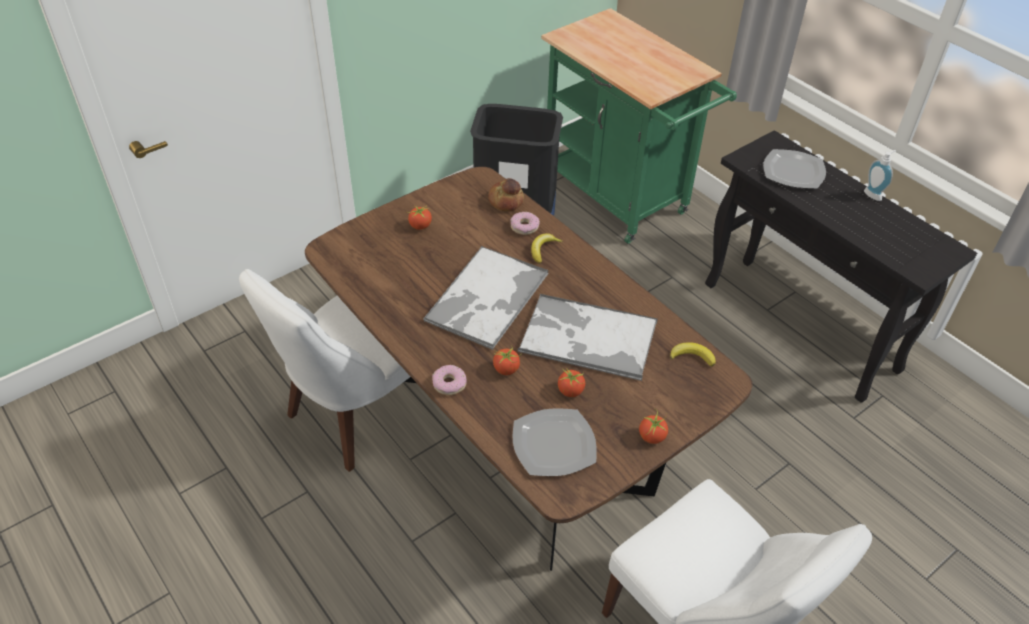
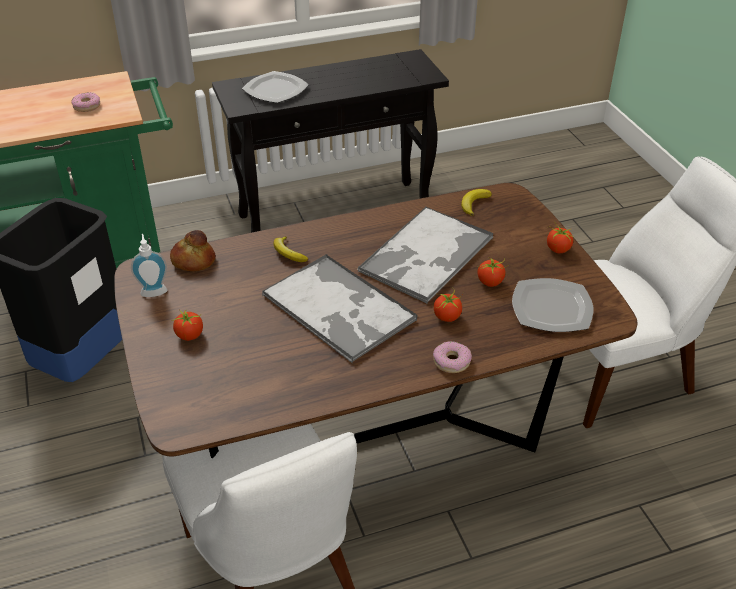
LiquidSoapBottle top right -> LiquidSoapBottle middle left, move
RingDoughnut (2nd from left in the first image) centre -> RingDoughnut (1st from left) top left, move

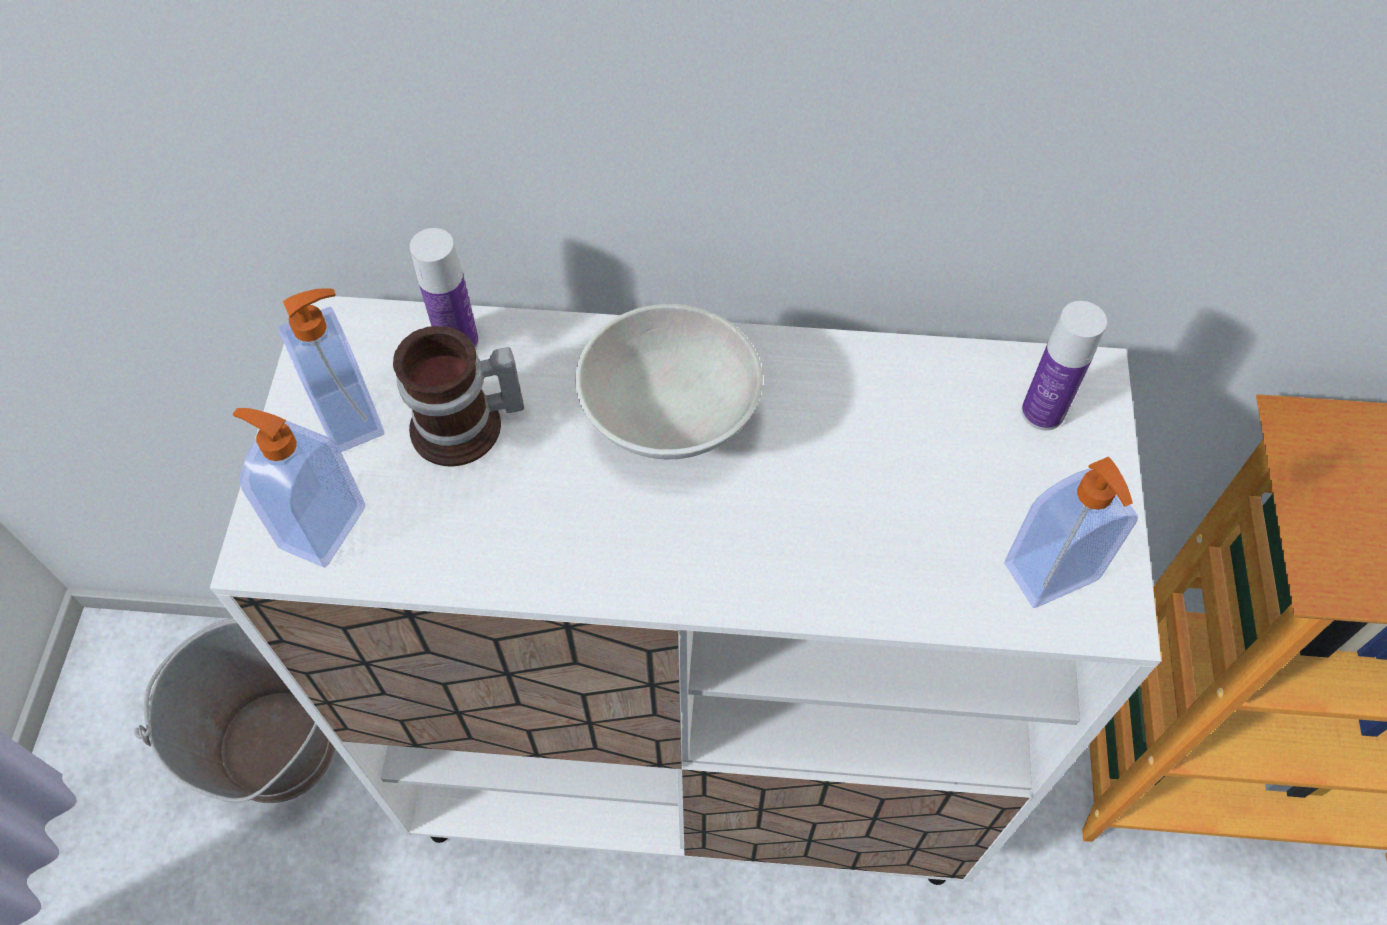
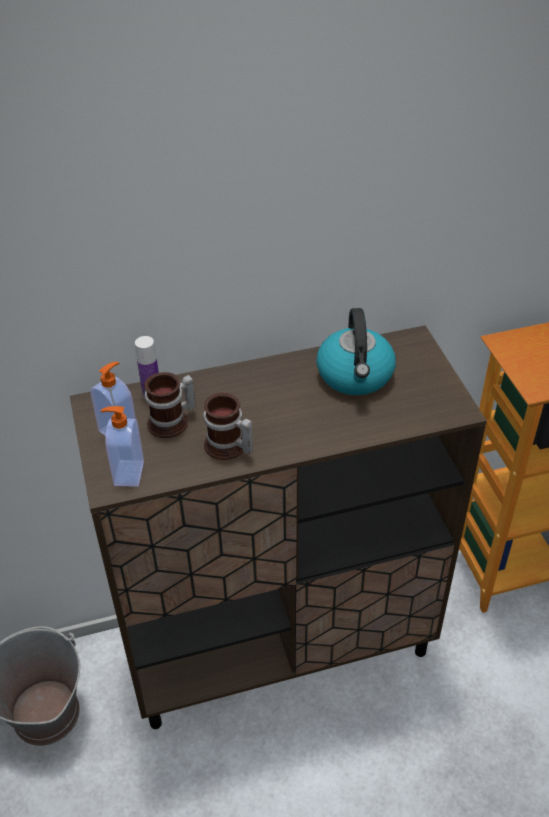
WhiteCabinet centre -> BrownCabinet centre
DrinkBottle (2nd from left) middle right -> none
WhiteDeepDish centre -> none
LiquidSoapBottle (3rd from left) middle right -> none
none -> TeaKettle centre
none -> TeaMug (2nd from left) centre

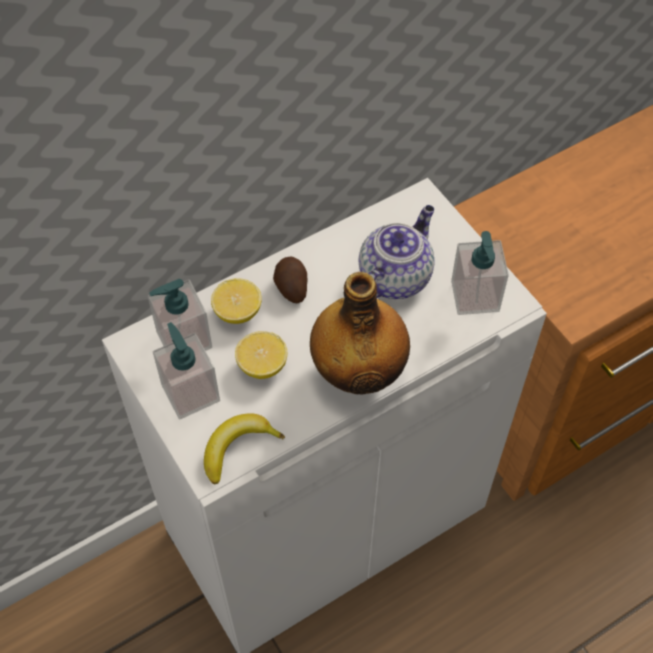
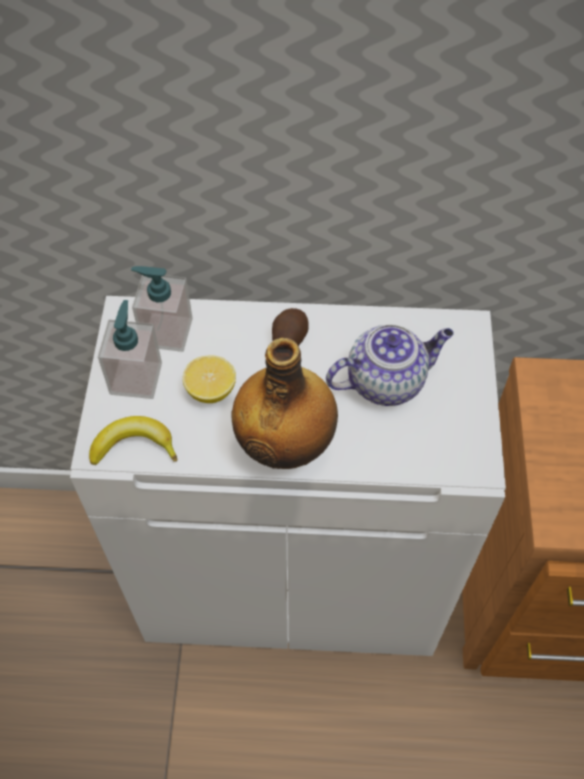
LiquidSoapBottle (3rd from left) middle right -> none
CitrusFruit (1st from left) centre -> none

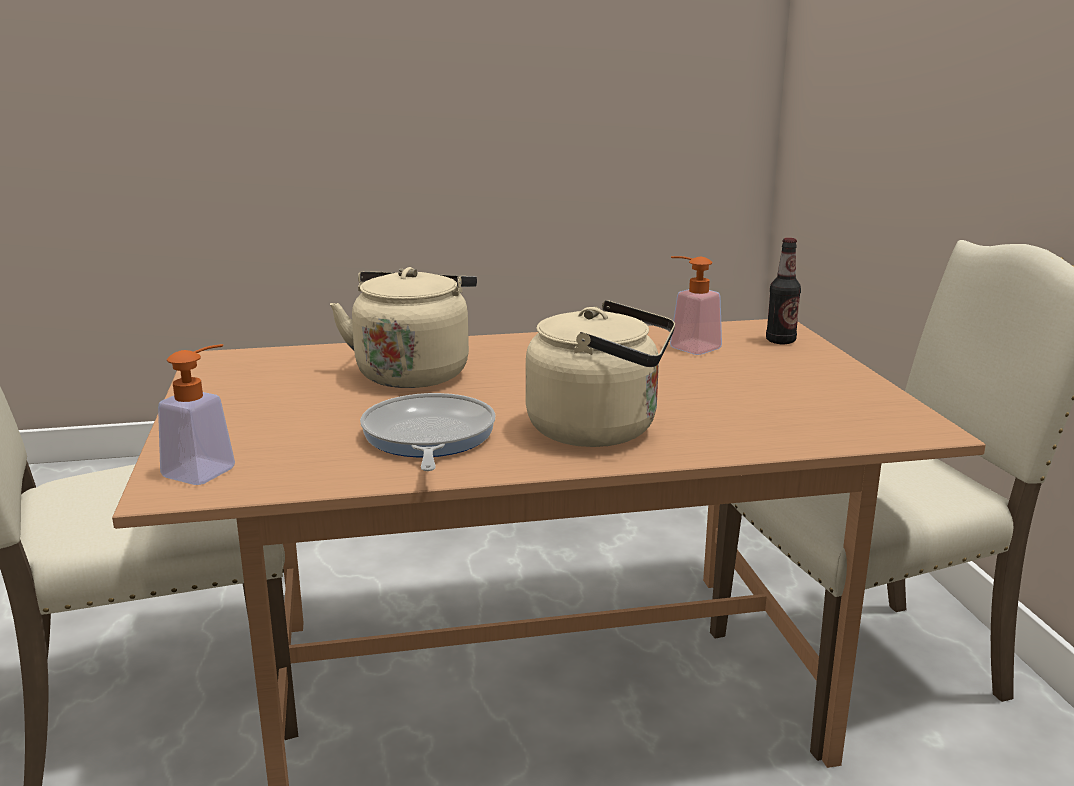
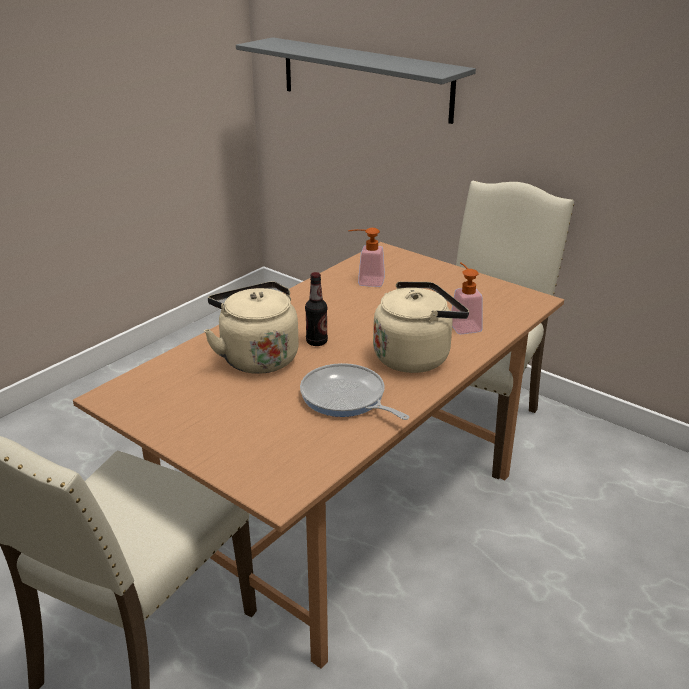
DrinkBottle middle right -> DrinkBottle centre, move
LiquidSoapBottle (1st from left in the first image) middle left -> LiquidSoapBottle (2nd from left) middle right, move
none -> GreyShelf top centre

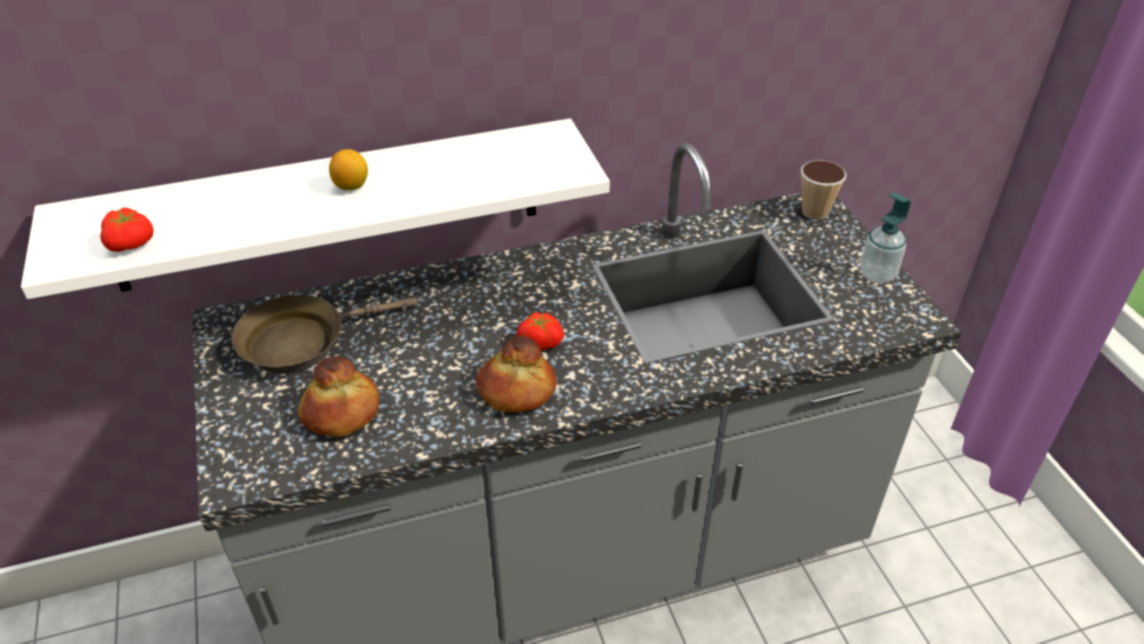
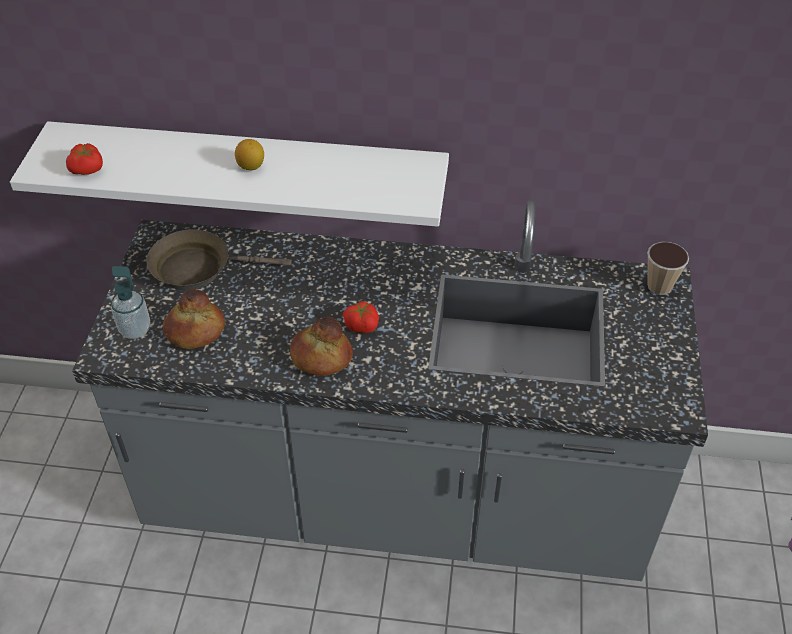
LiquidSoapBottle middle right -> LiquidSoapBottle middle left, move

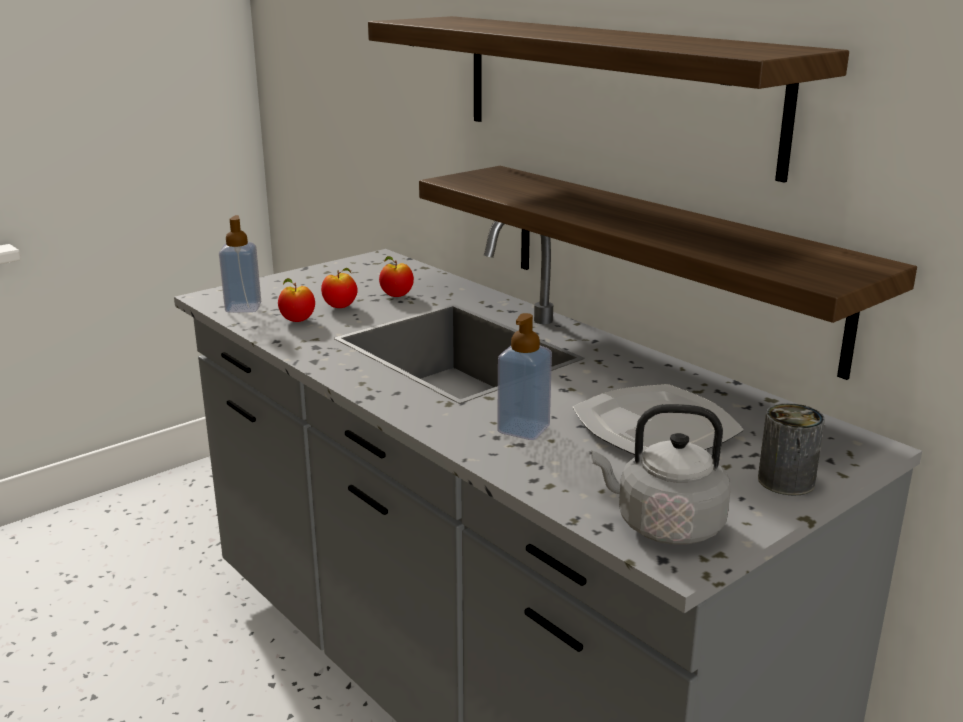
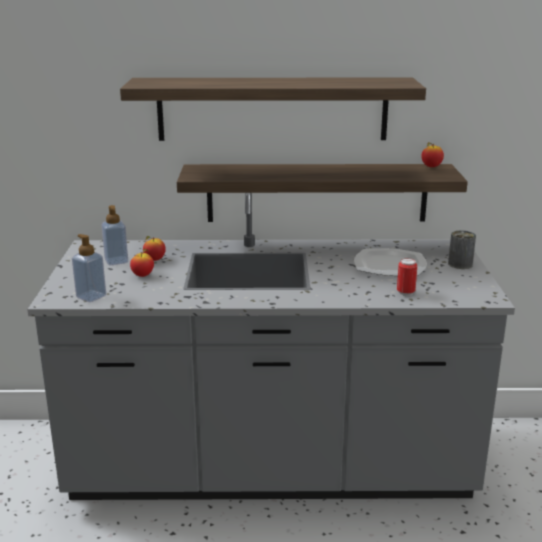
WholeApple (1st from left in the first image) middle left -> WholeApple (3rd from left) top right, move
LiquidSoapBottle (2nd from left) centre -> LiquidSoapBottle (2nd from left) middle left, move
GreyTeaKettle middle right -> none
none -> Can (1st from left) middle right

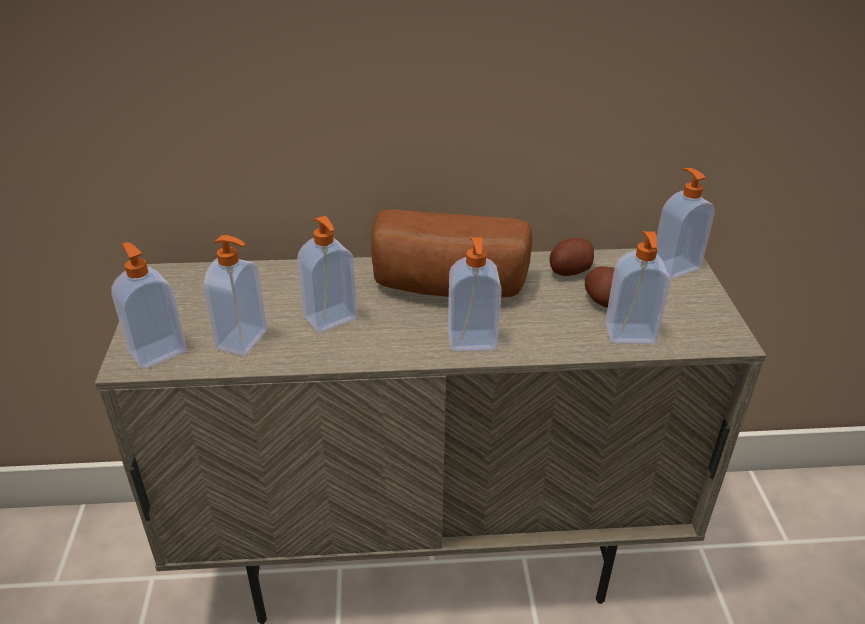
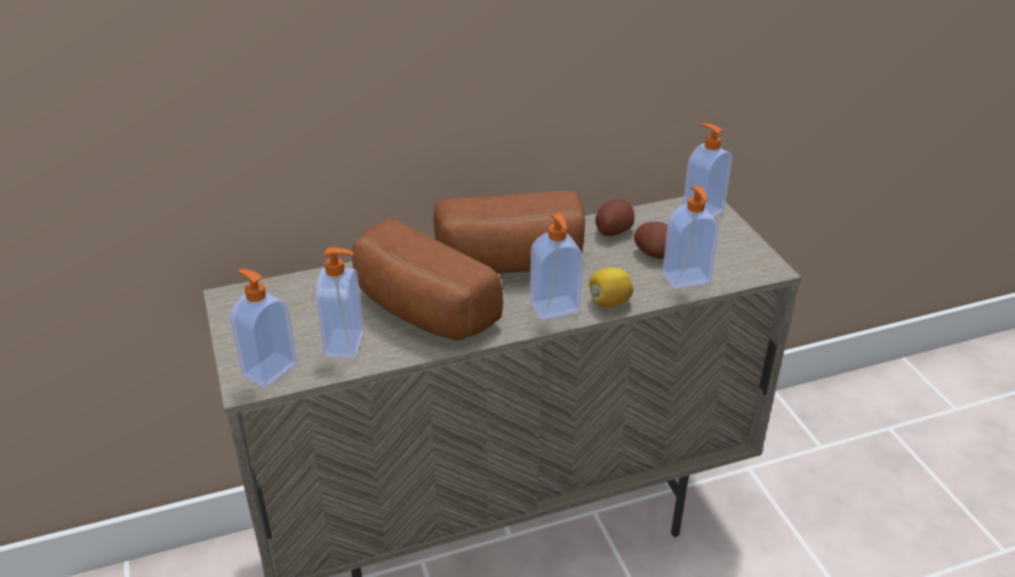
LiquidSoapBottle (3rd from left) centre -> BakeryBread (1st from left) centre
none -> CitrusFruit centre

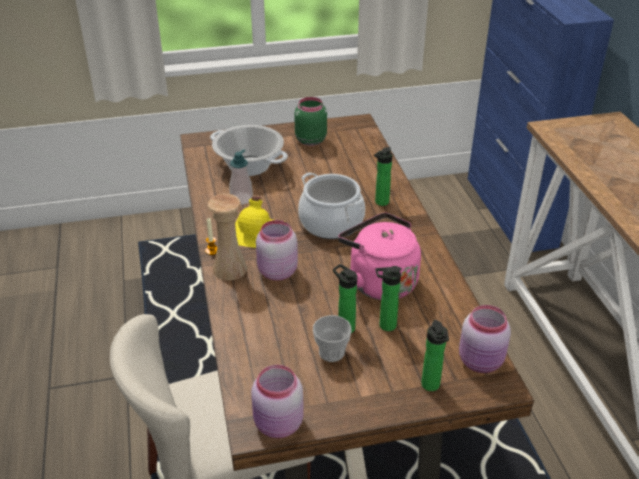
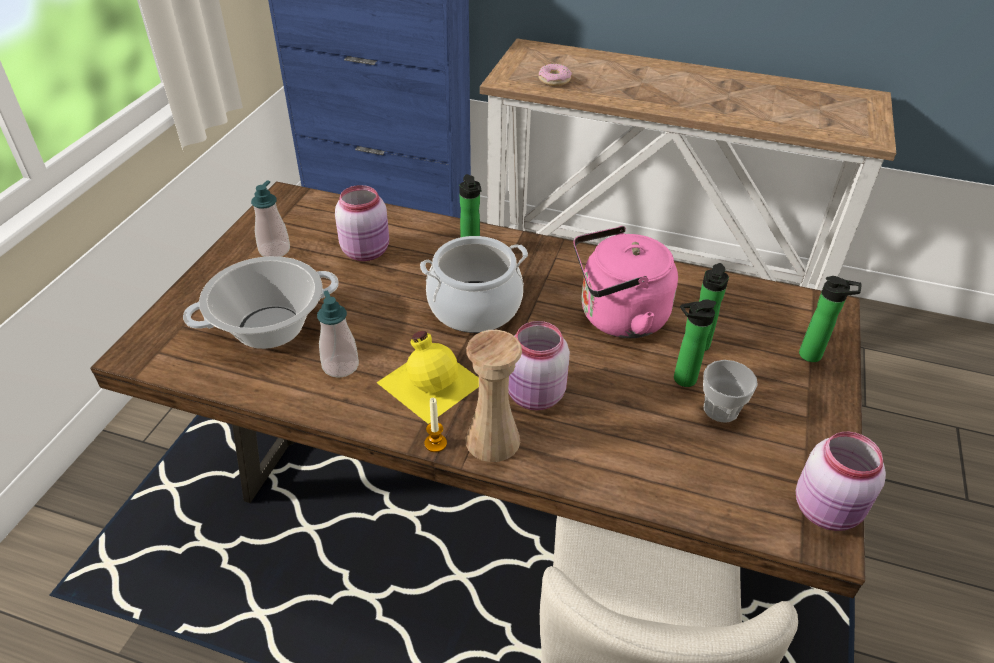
GreenJar top centre -> LiquidSoapBottle (1st from left) top left
PinkishJar (3rd from left in the first image) bottom right -> PinkishJar (1st from left) centre, move
none -> RingDoughnut top centre

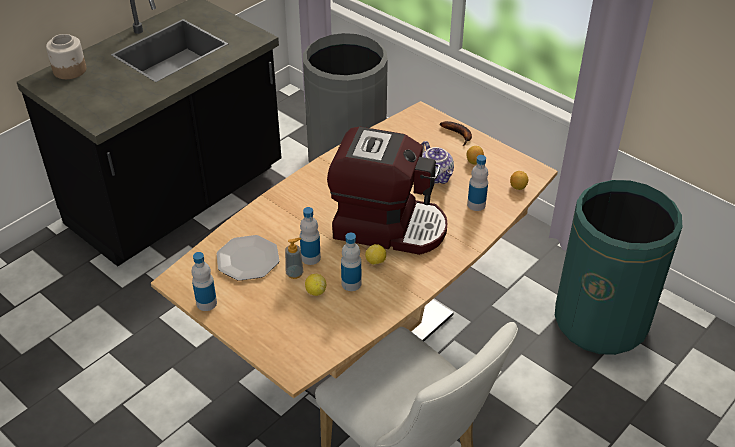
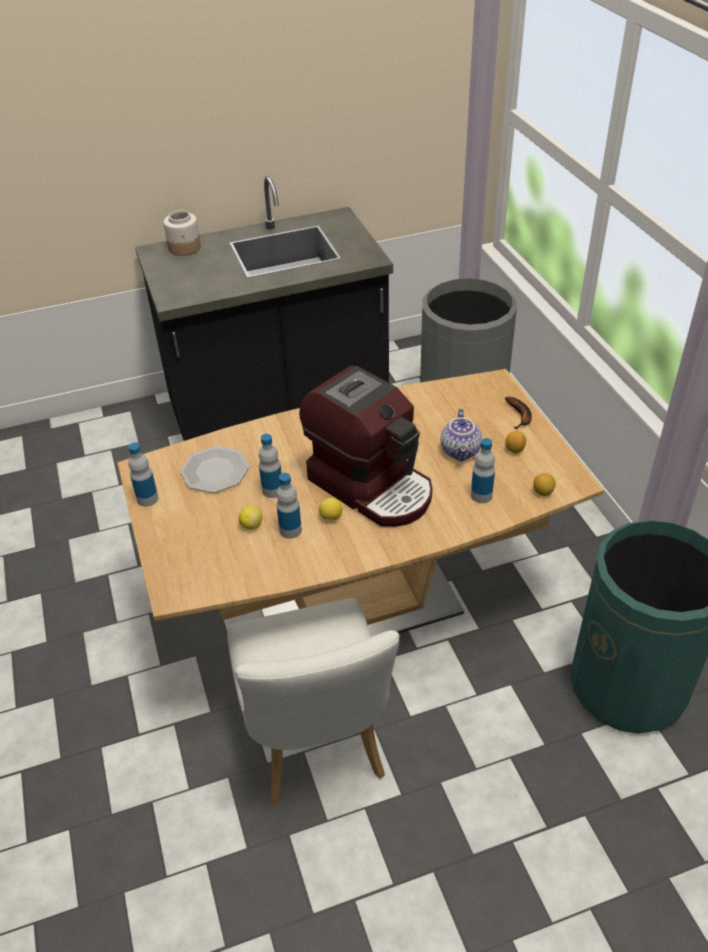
LiquidSoapBottle centre -> none

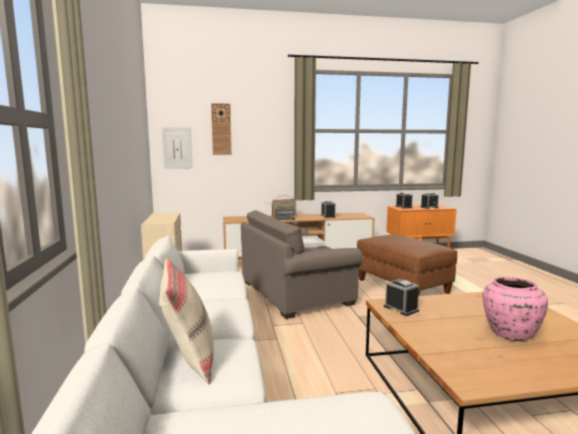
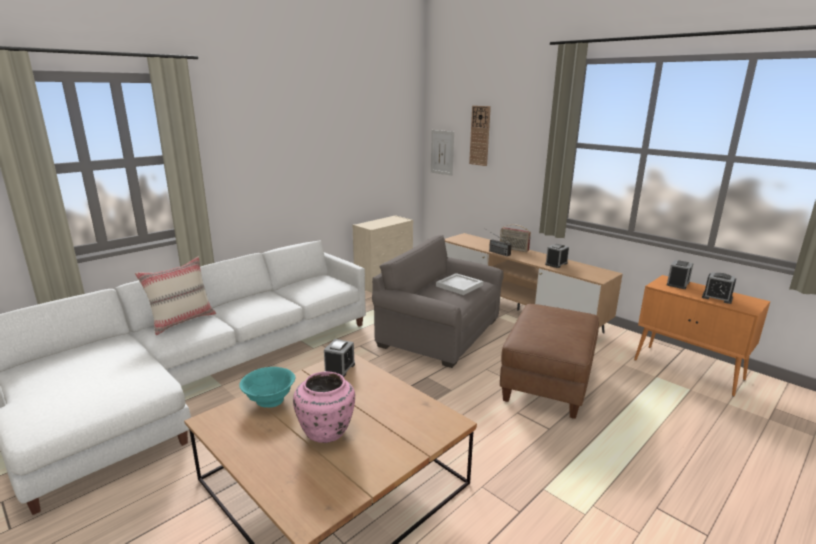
none -> TurquoiseDeepDish bottom left

